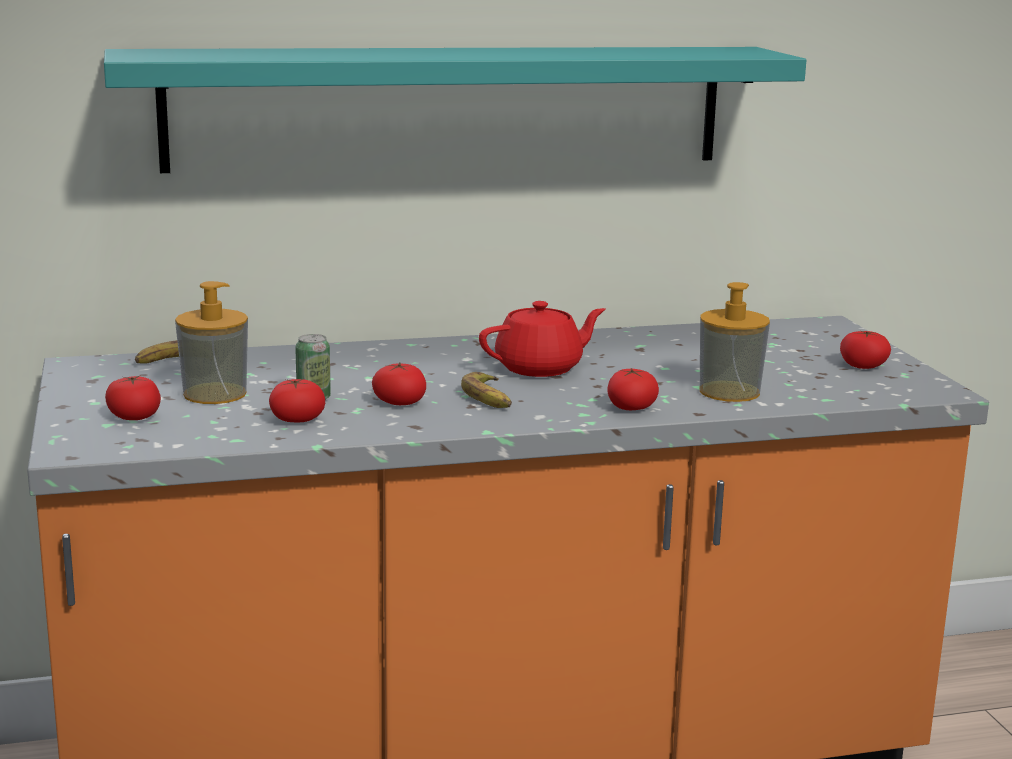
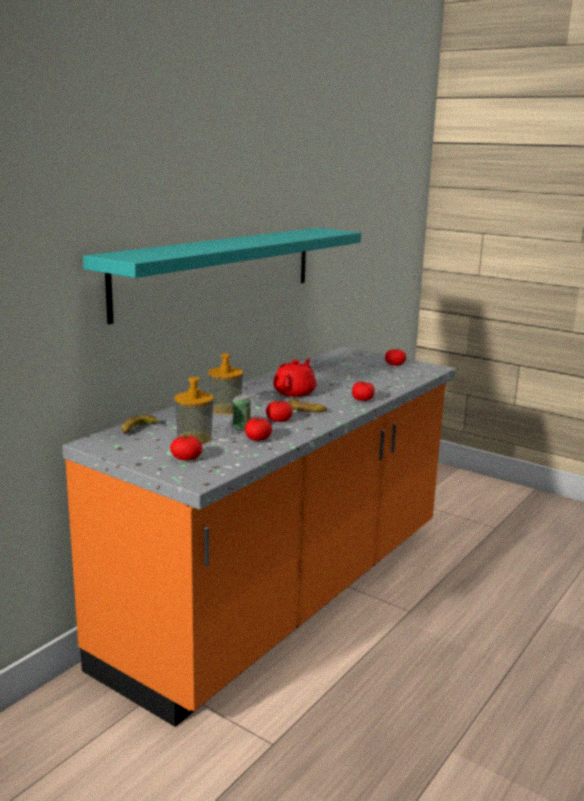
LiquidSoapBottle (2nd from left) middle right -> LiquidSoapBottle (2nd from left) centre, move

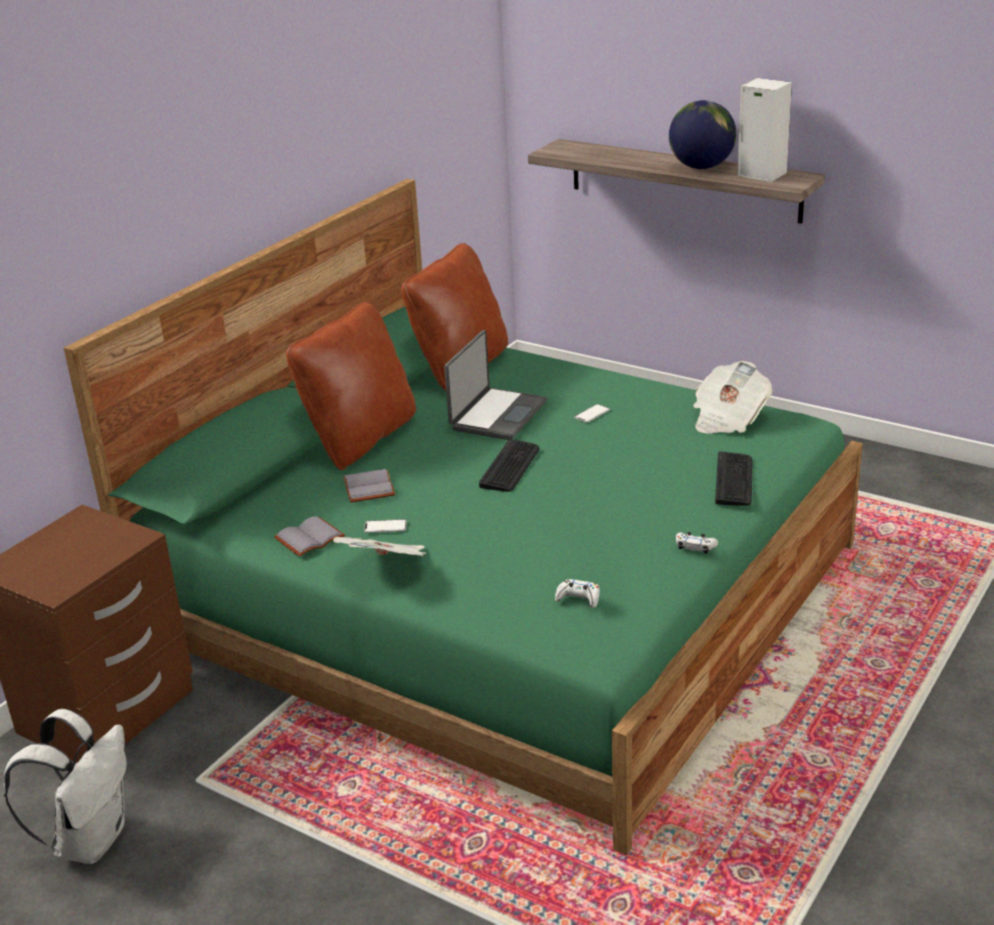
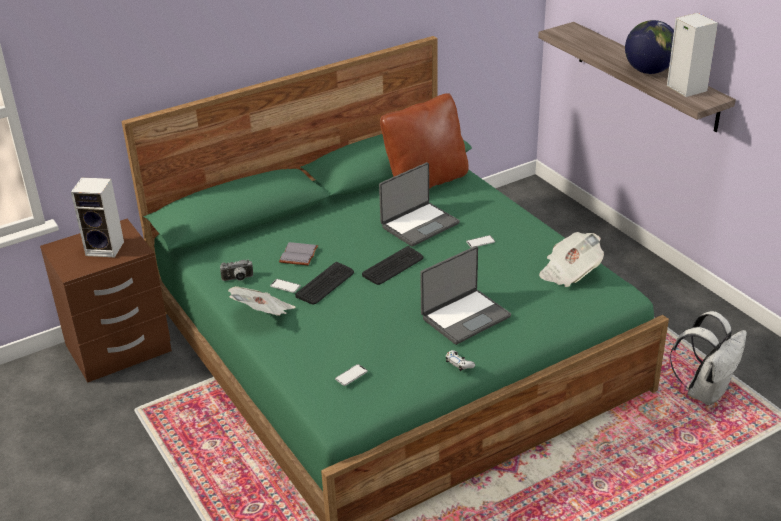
BrownCushion (1st from left) centre -> none
Keyboard (2nd from left in the first image) middle right -> Keyboard (1st from left) centre, move
GreyBook (1st from left) middle left -> PhotoCamera middle left
WhiteJoypad (1st from left) centre -> Telephone (2nd from left) bottom centre
WhiteBackpack bottom left -> WhiteBackpack bottom right, move
none -> Loudspeaker (1st from left) middle left
none -> PortableComputer (2nd from left) centre

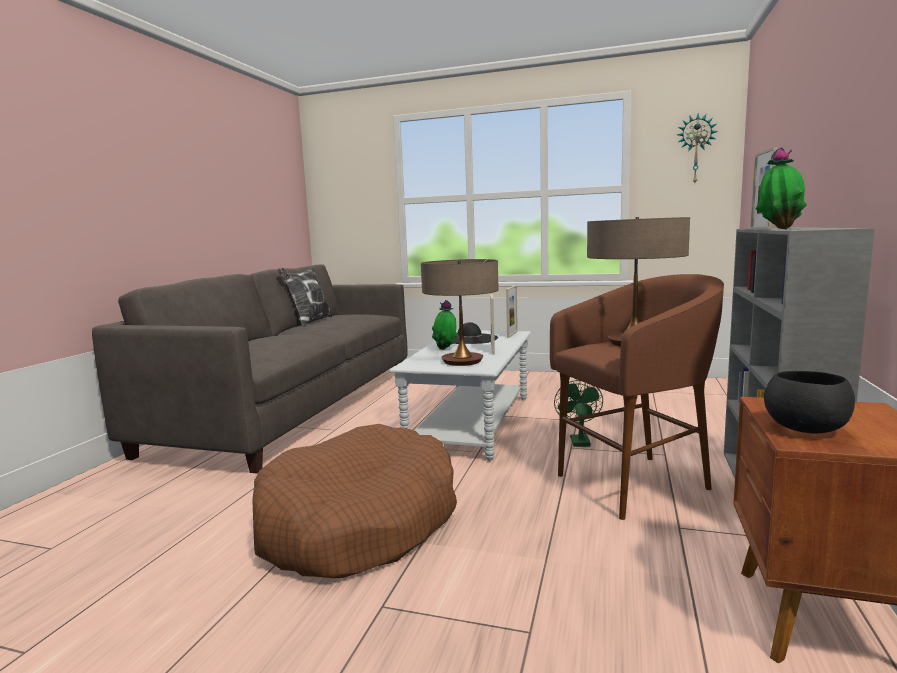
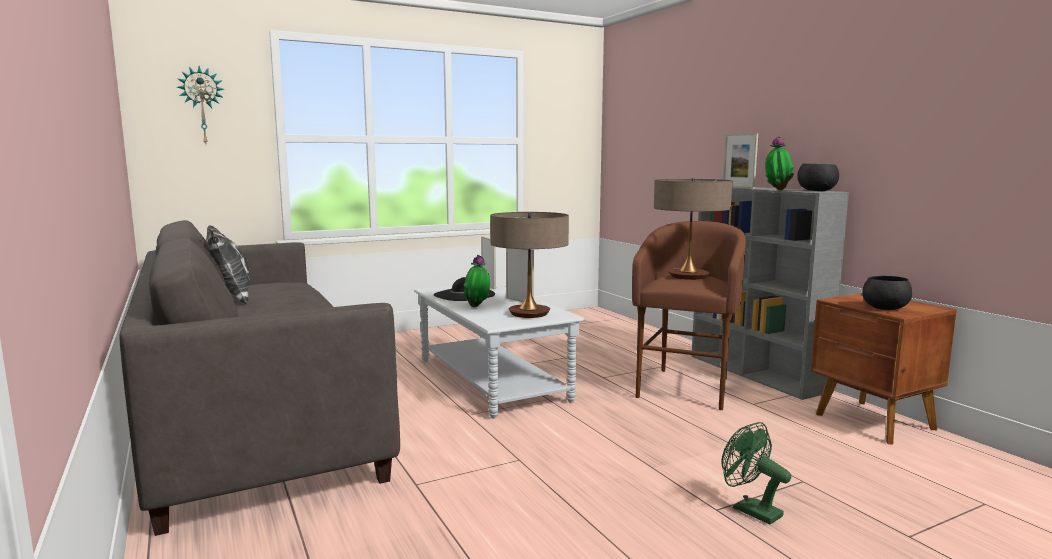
WallClock top right -> WallClock top left, move
GreenCoolingFan centre -> GreenCoolingFan bottom right, move
BrownDogBed bottom centre -> none
none -> BlackDeepDish (1st from left) top right

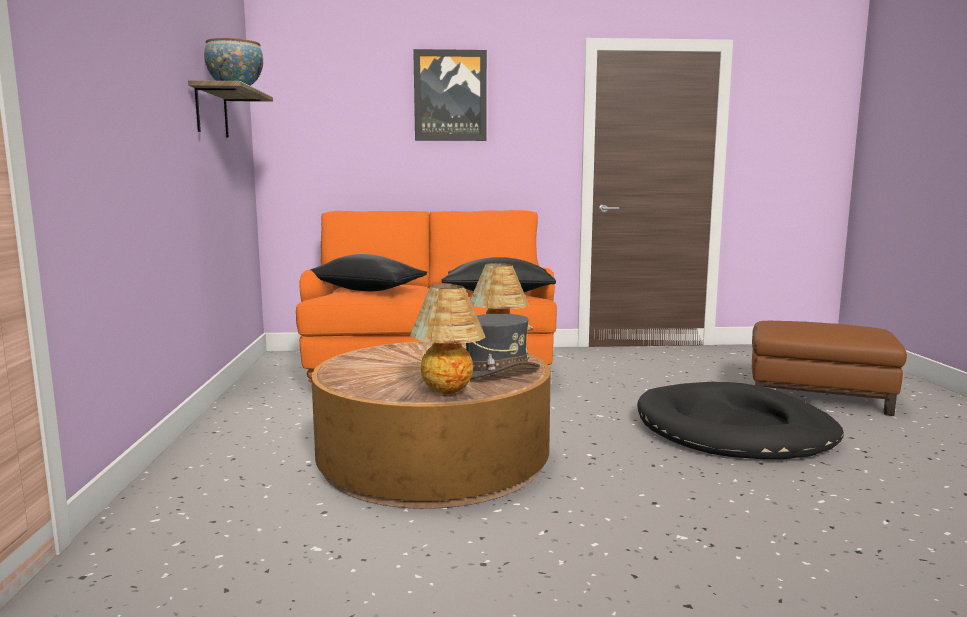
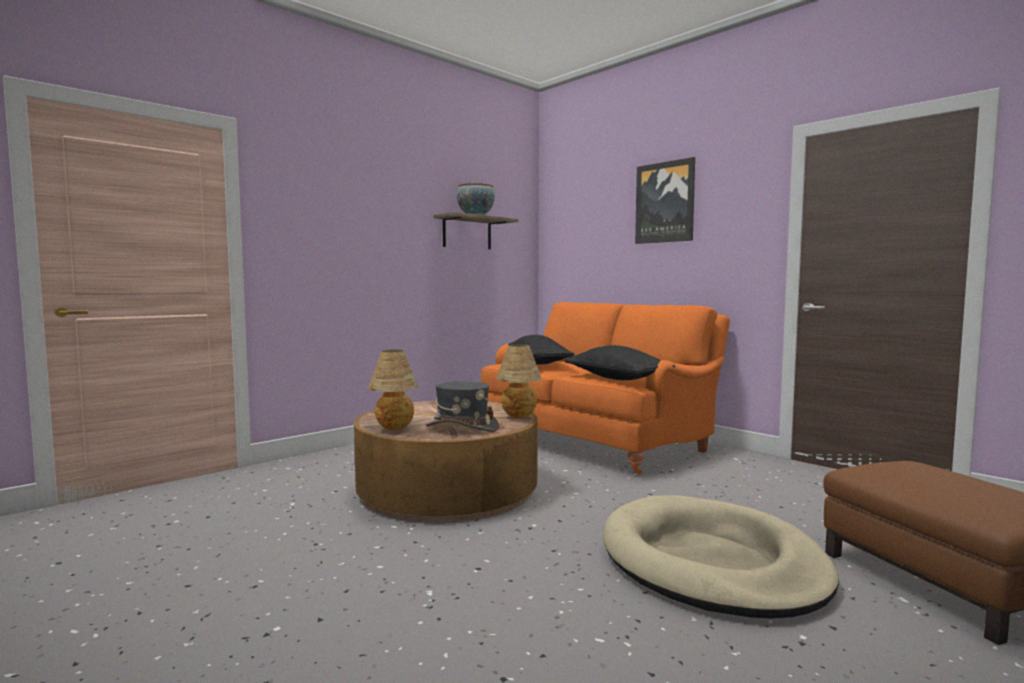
BlackDogBed bottom right -> SandColouredDogBed bottom right

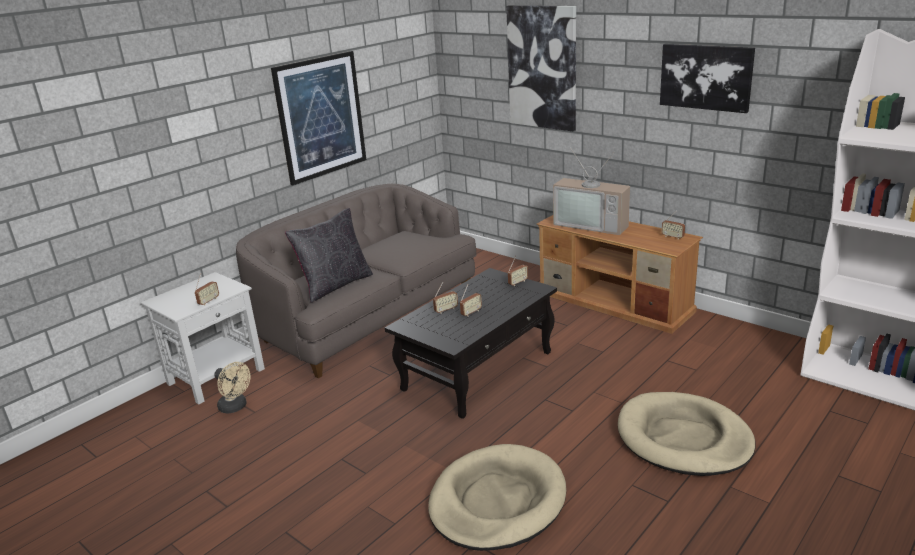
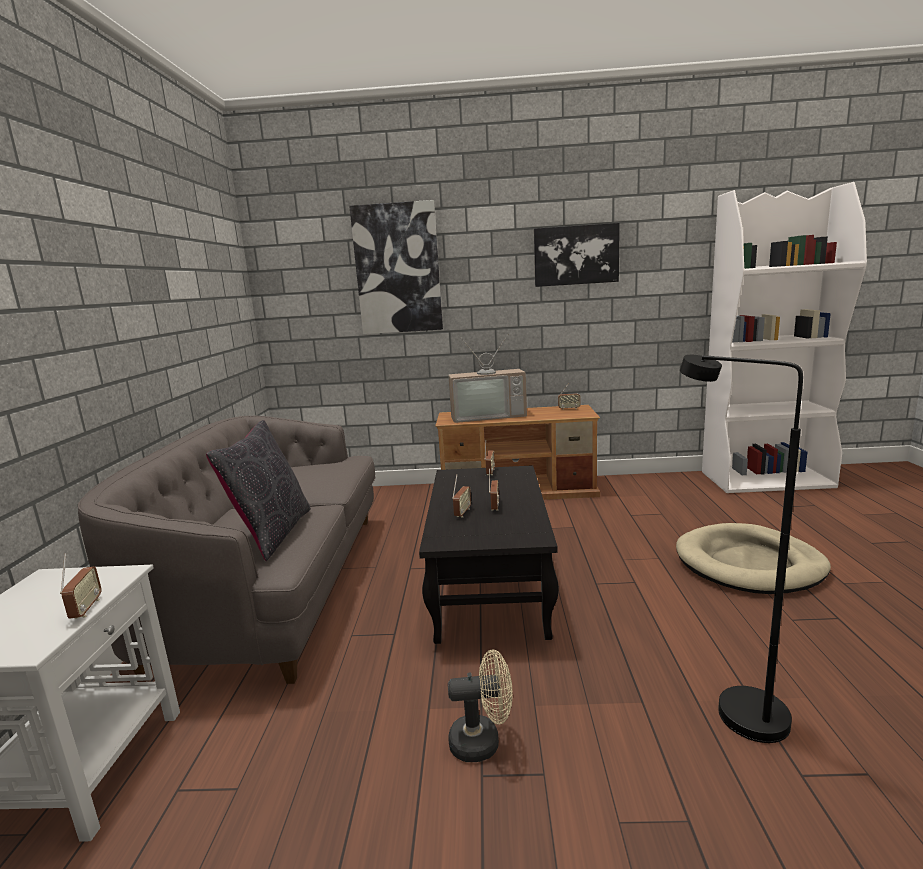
WallPicture (1st from left) top centre -> none
SandColouredCoolingFan bottom left -> SandColouredCoolingFan bottom centre, move
SandColouredDogBed (1st from left) bottom centre -> BlackFloorLamp middle right

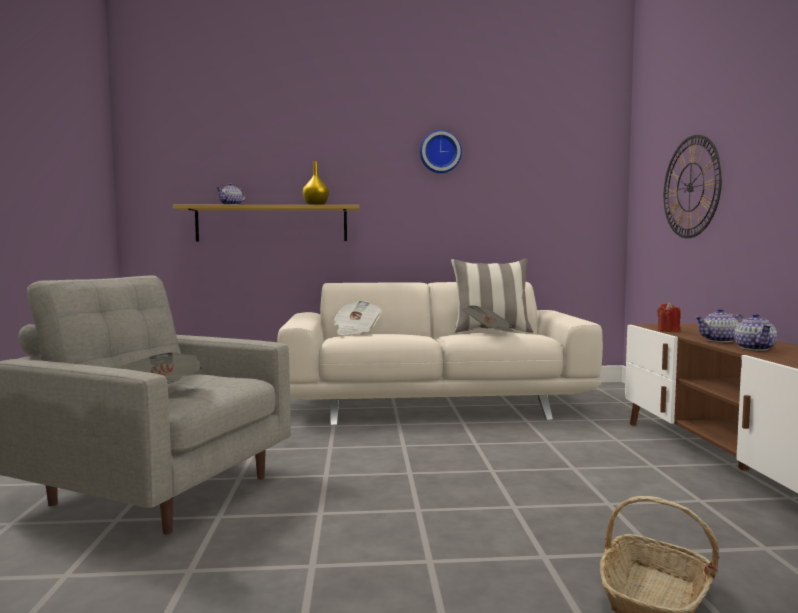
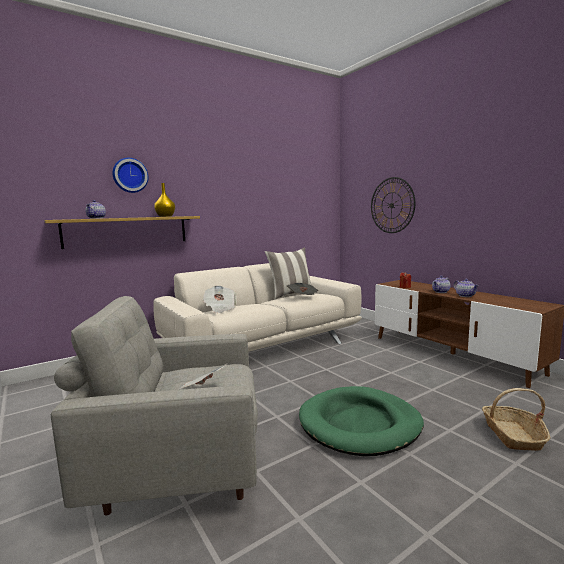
WallClock (1st from left) top centre -> WallClock (1st from left) top left, move
none -> GreenDogBed bottom centre

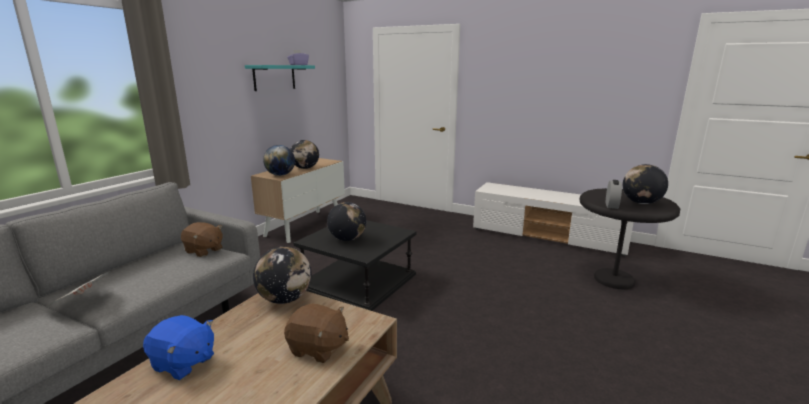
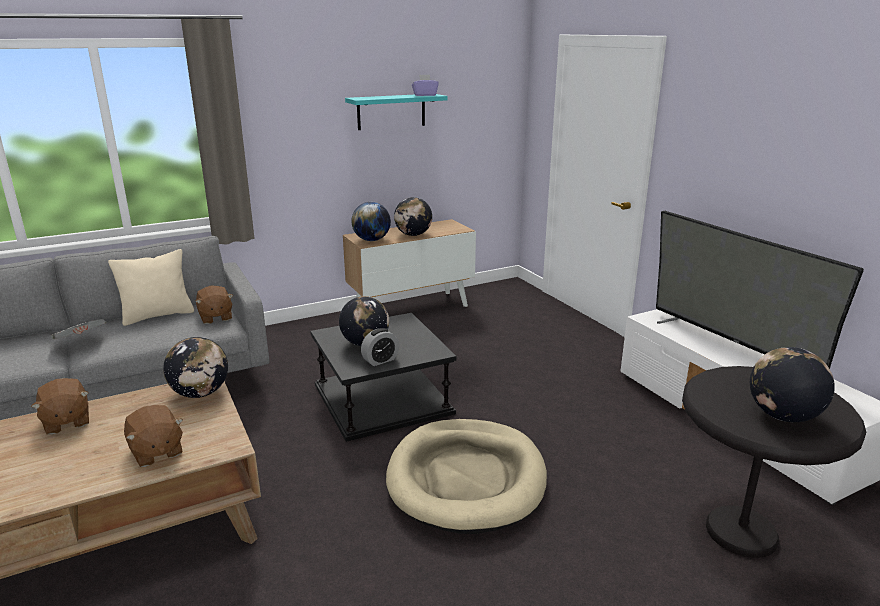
AlarmClock middle right -> AlarmClock centre, move
BluePlushToy bottom left -> BrownPlushToy (1st from left) bottom left
none -> Television middle right
none -> SandColouredCushion middle left
none -> SandColouredDogBed bottom centre

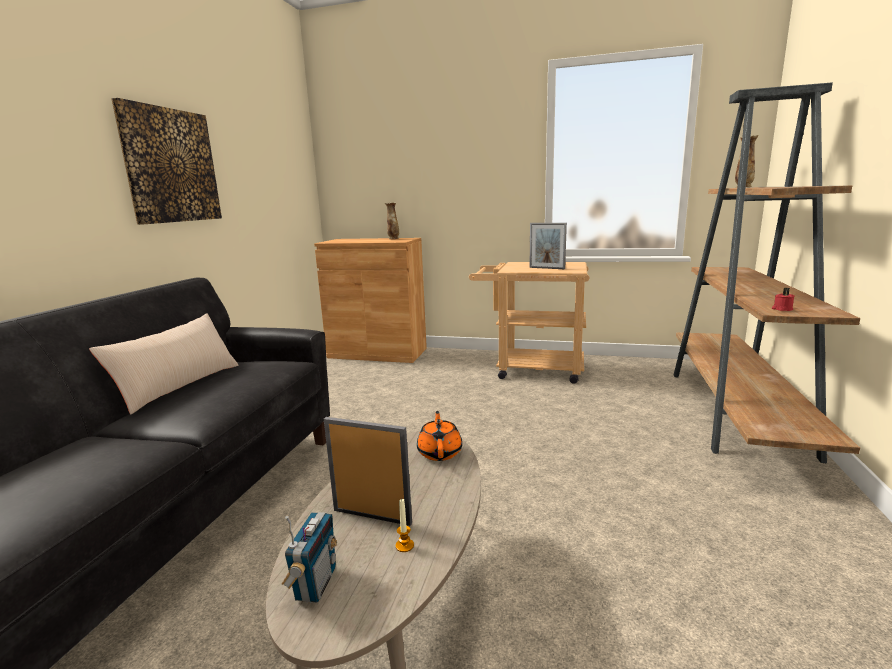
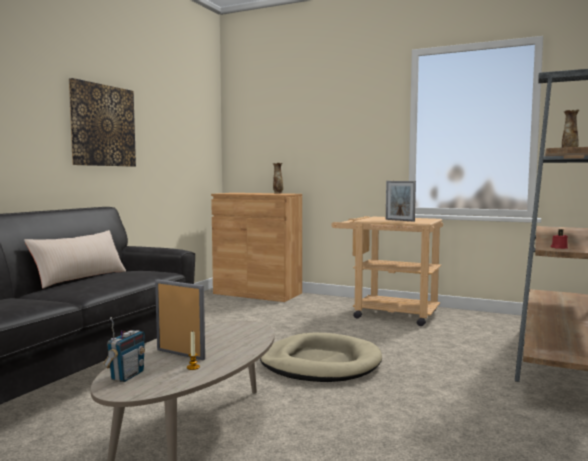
OrangeyTeaPot centre -> none
none -> SandColouredDogBed bottom centre

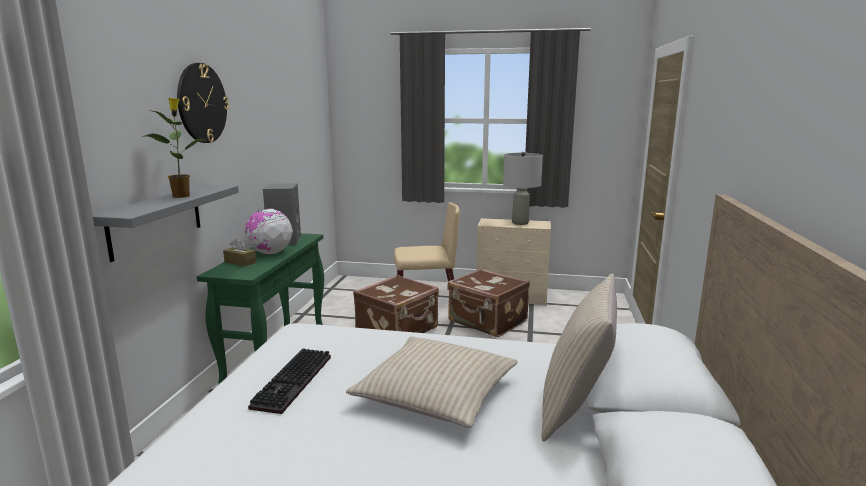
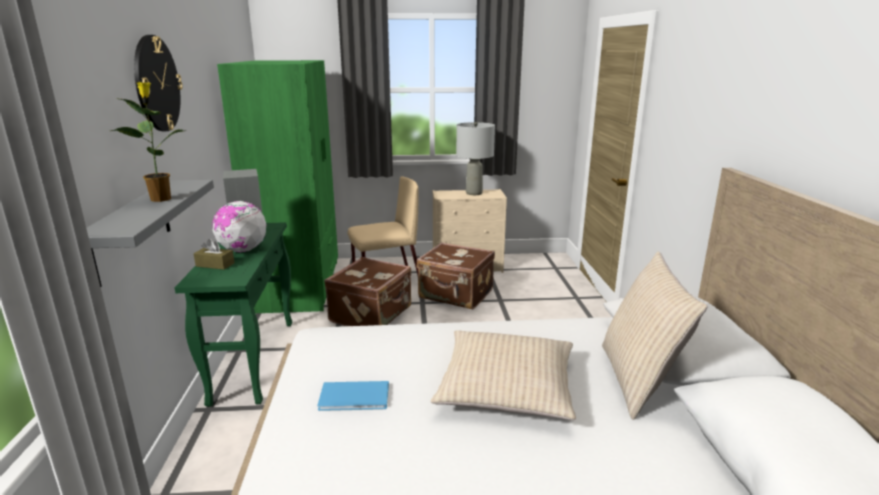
Keyboard bottom centre -> BlueBook bottom centre
none -> GreenWardrobe middle left

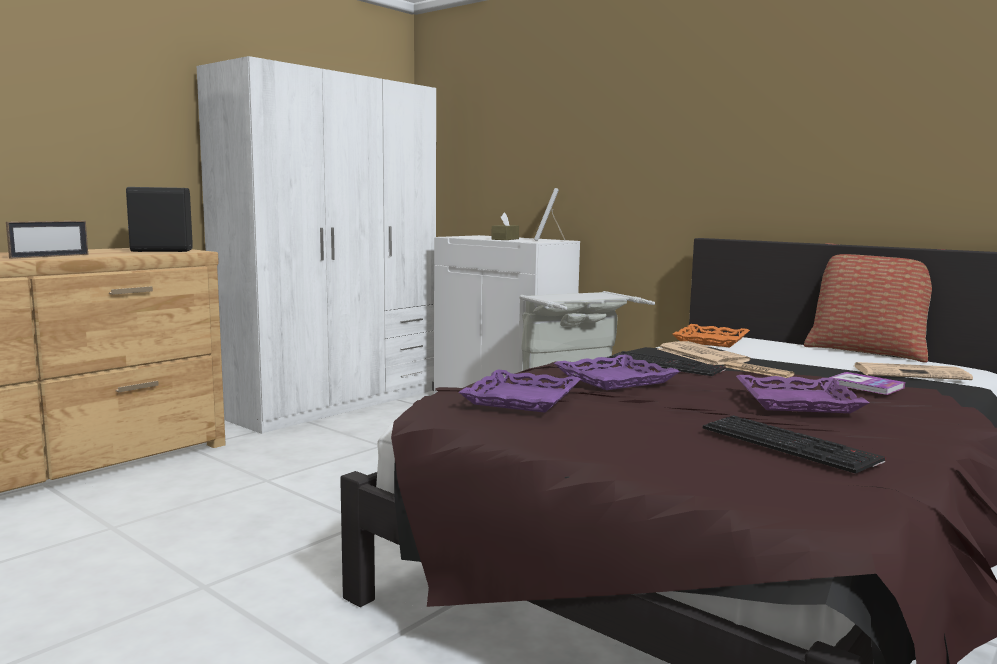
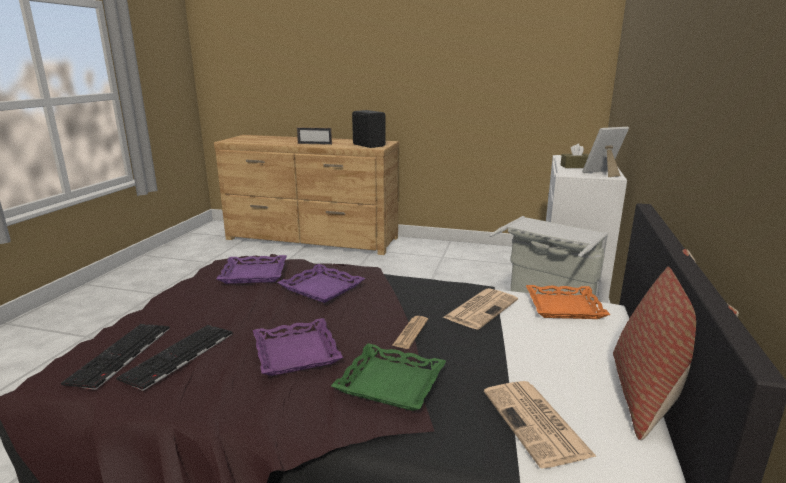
WhiteWardrobe middle left -> none
Keyboard (1st from left) middle right -> Keyboard (1st from left) bottom left, move
Book middle right -> GreenServingTray bottom centre

